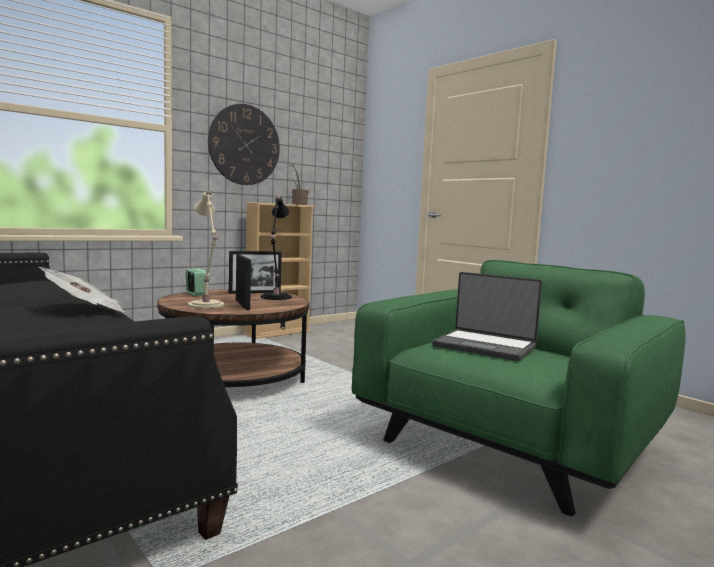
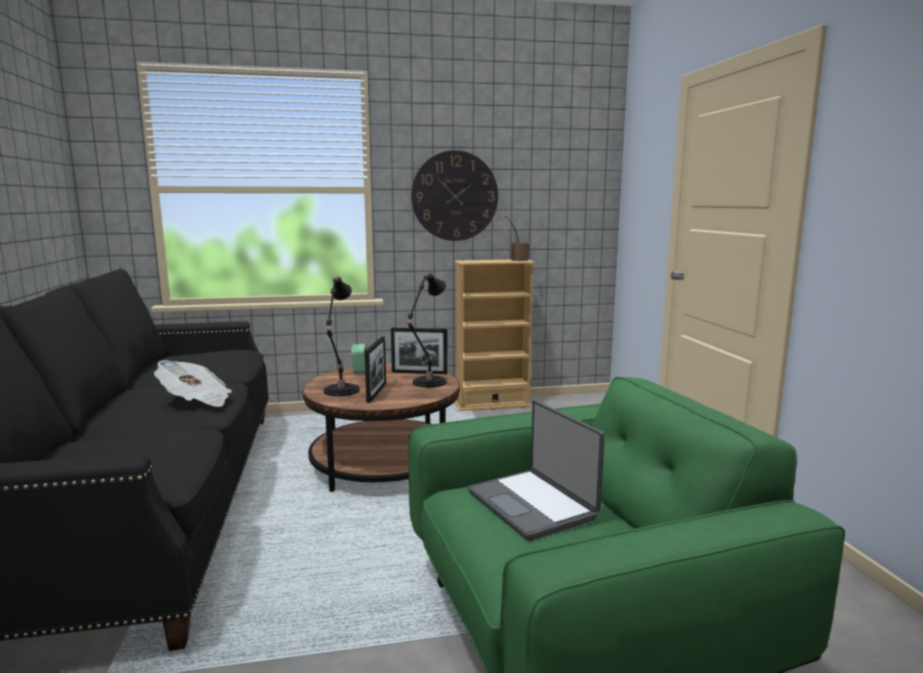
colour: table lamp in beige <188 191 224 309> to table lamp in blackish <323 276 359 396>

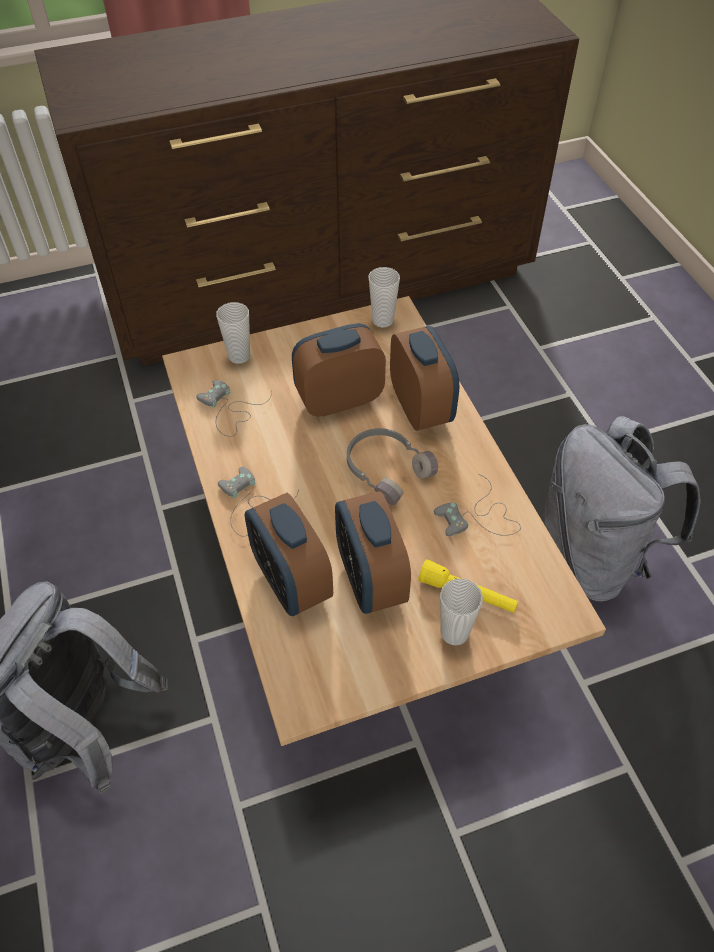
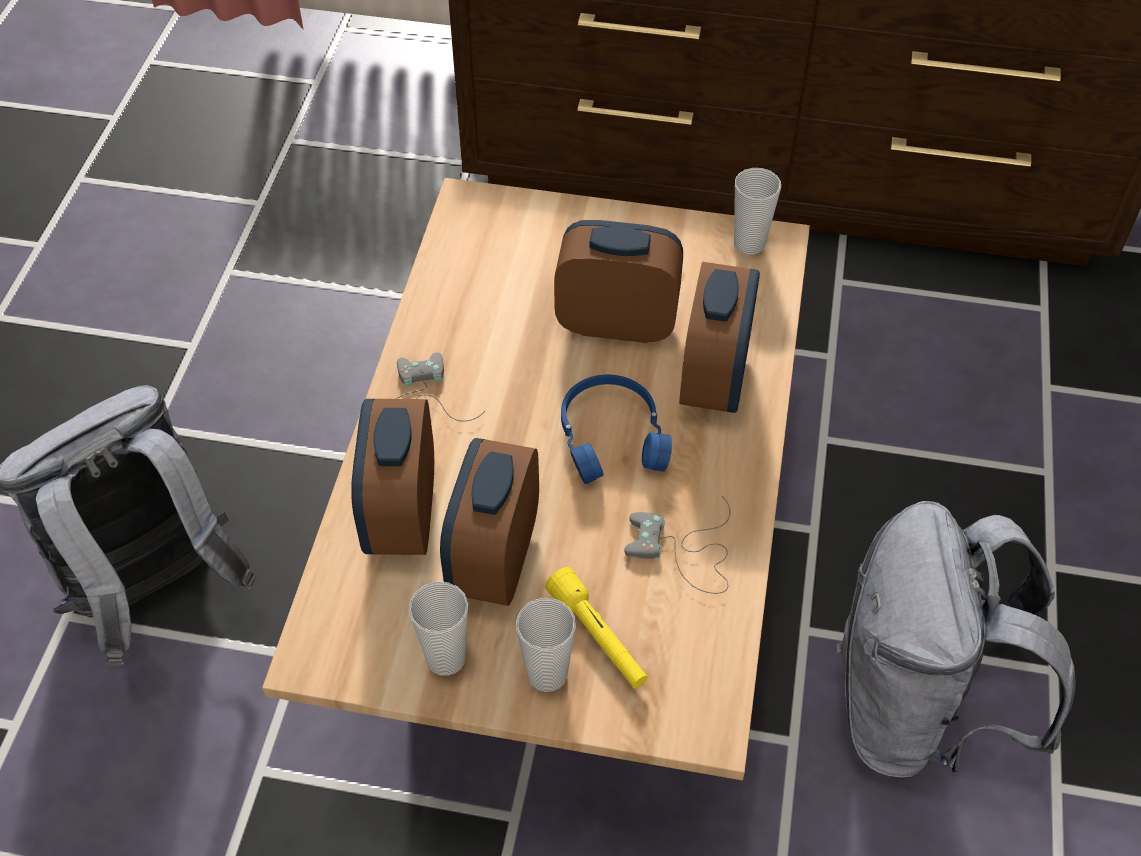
missing: game controller in gray <196 380 272 437>
relocated: cup <216 302 250 364> to <409 582 468 676>
colour: headset in gray <347 428 438 505> to headset in blue-coloured <561 374 672 484>

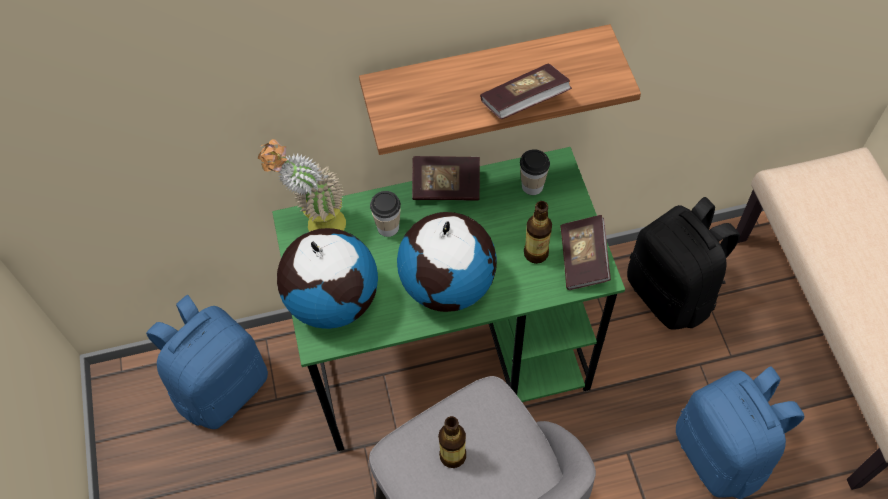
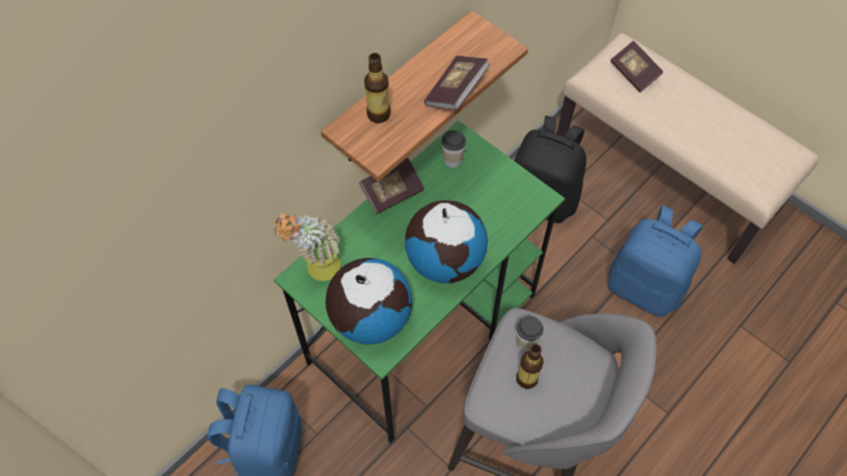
relocated: drink bottle <524 201 552 264> to <364 53 390 123>; cup <370 191 401 237> to <516 315 543 352>; bound book <560 215 611 290> to <611 41 663 93>

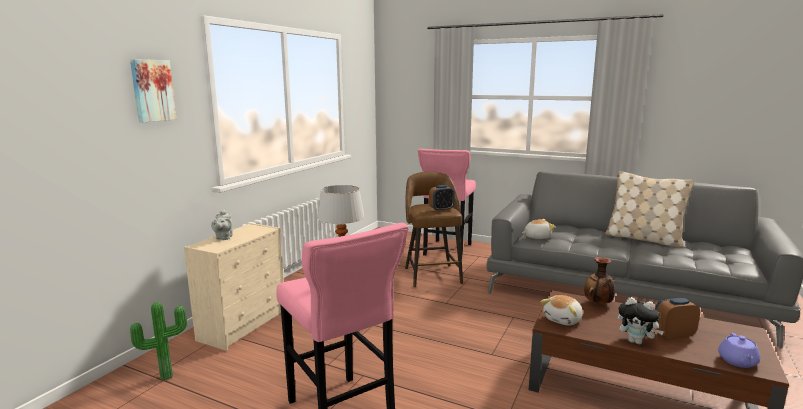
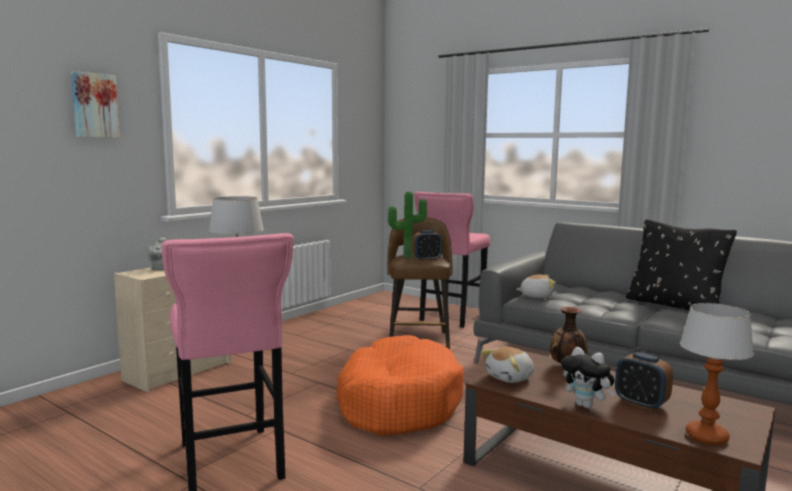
appeared: pet bed in orange <336 335 464 436>
relocated: potted plant <130 302 187 380> to <388 191 427 258>
exchanged: teapot in purple-coloured <718 333 760 368> to table lamp <680 303 754 445>
colour: cushion in beige <605 171 694 248> to cushion in blackish <626 219 737 311>
spun: table clock <655 298 700 340> = <615 352 673 411> 135 degrees counterclockwise

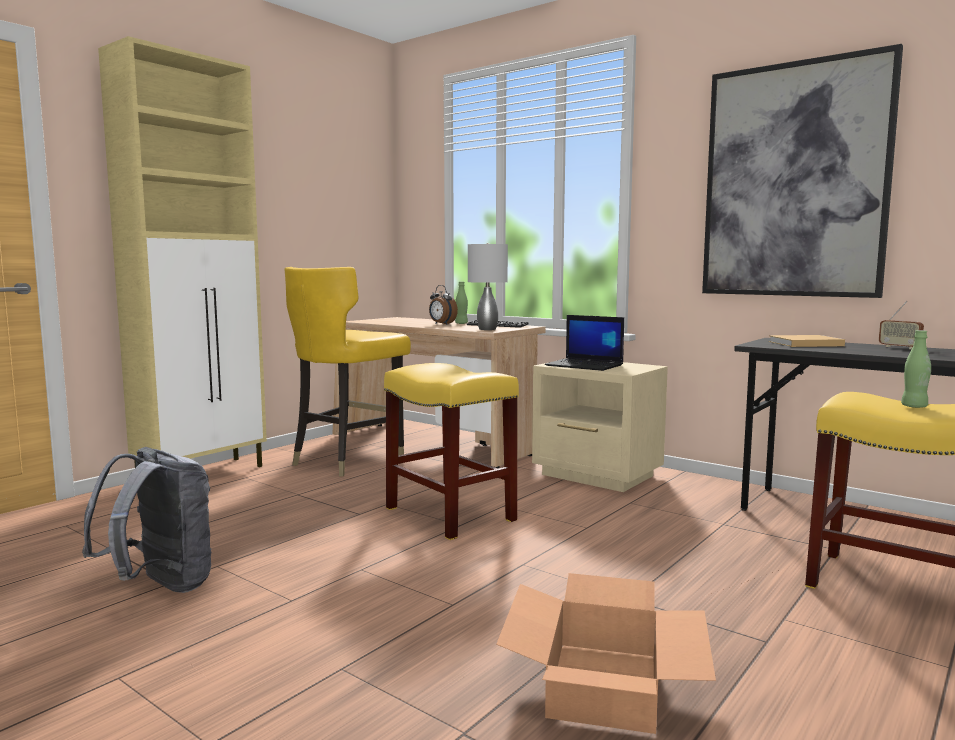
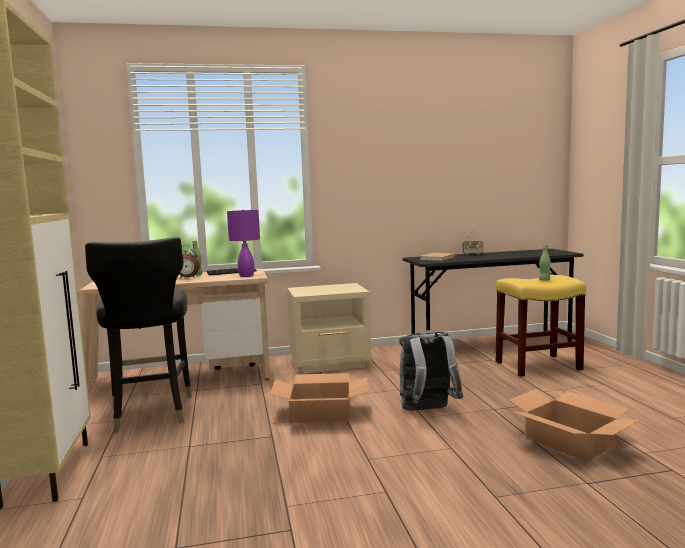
missing: portable computer <545 315 624 371>; picture <702 44 903 298>
relocated: rucksack in gray <82 447 212 593> to <399 330 464 411>
exchanged: sitting stool in yellow <384 363 519 540> to carton <270 373 368 423>
colour: chair in yellow <284 267 411 477> to chair in blackish <85 237 192 433>; table lamp in gray <468 243 508 330> to table lamp in purple-coloured <227 210 260 277>

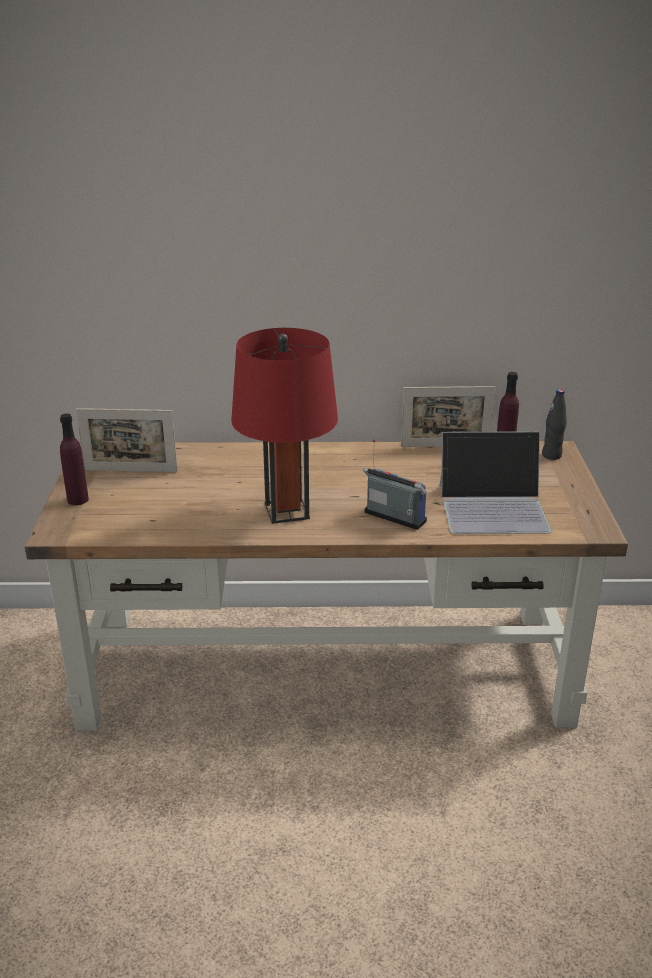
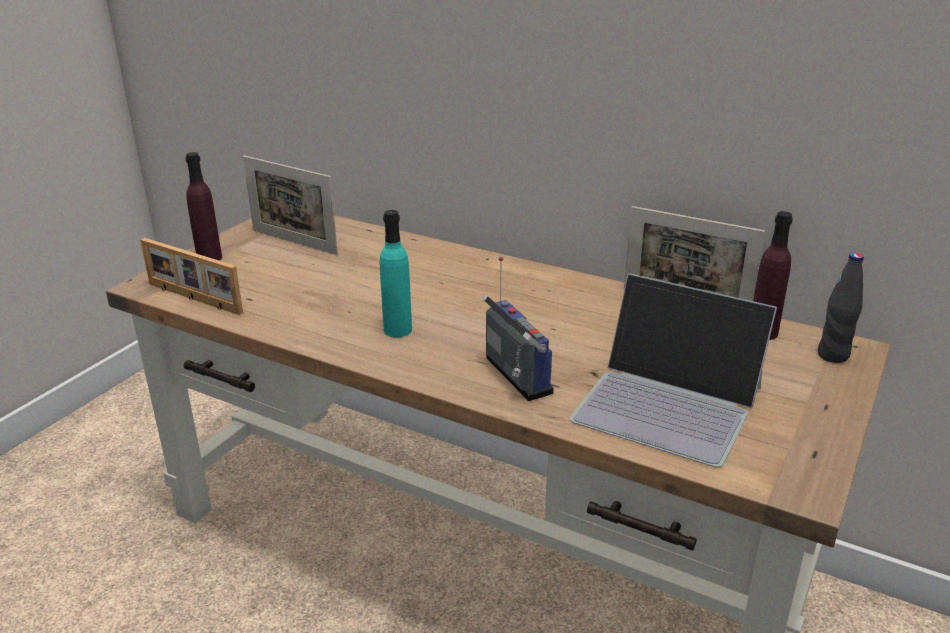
appeared: photo frame <140 238 243 315>
exchanged: table lamp in red <231 328 338 524> to drink bottle in turquoise <380 210 412 337>

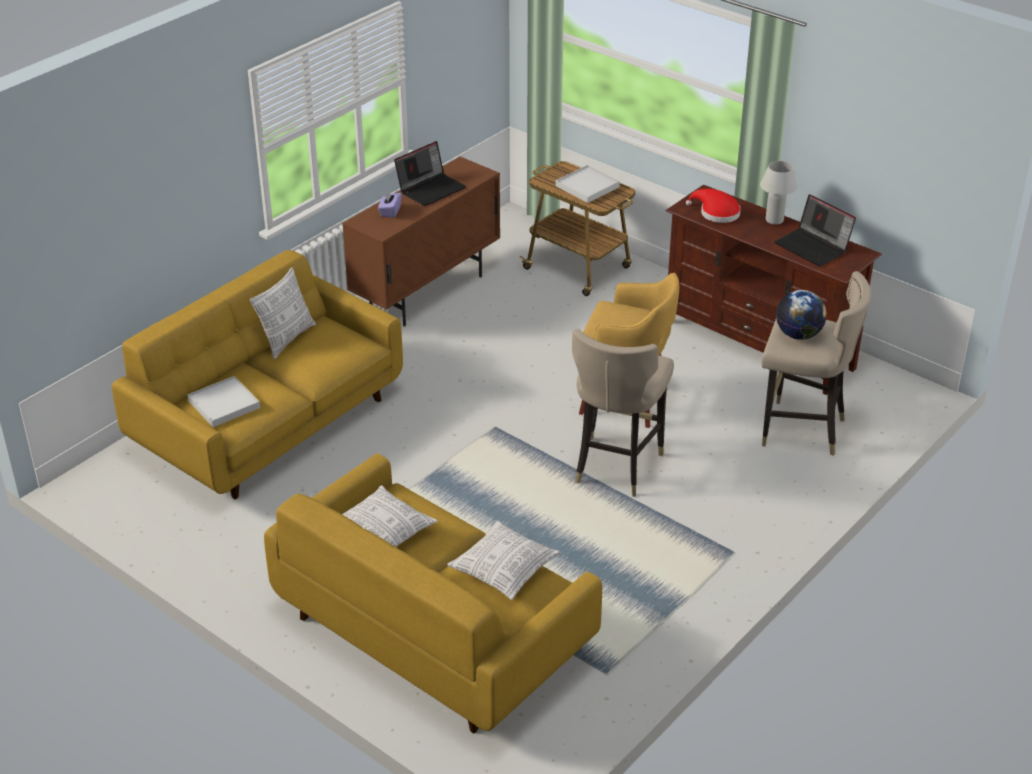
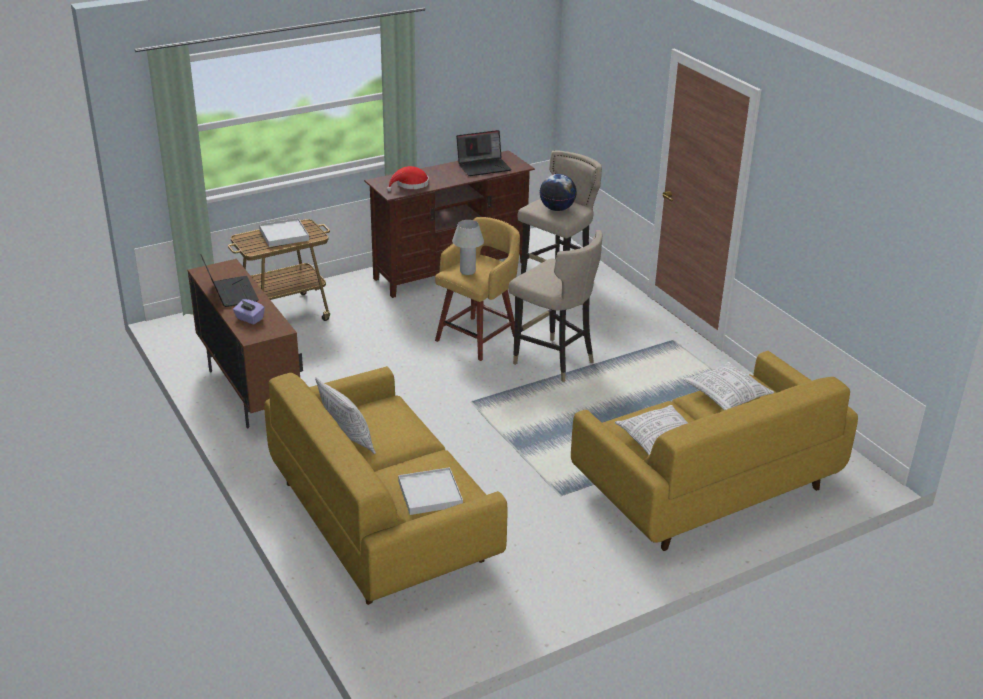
relocated: table lamp in white-coloured <760 161 797 225> to <452 220 484 275>

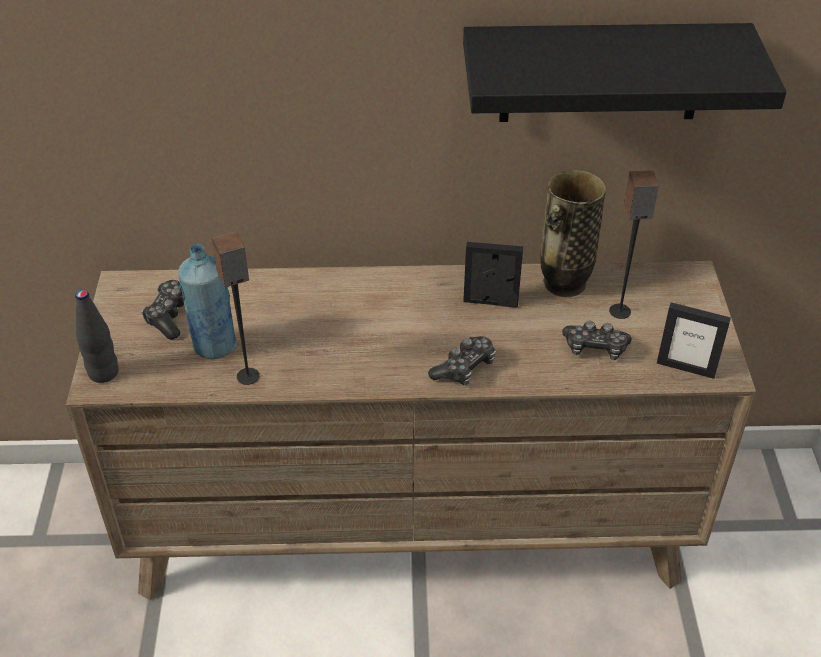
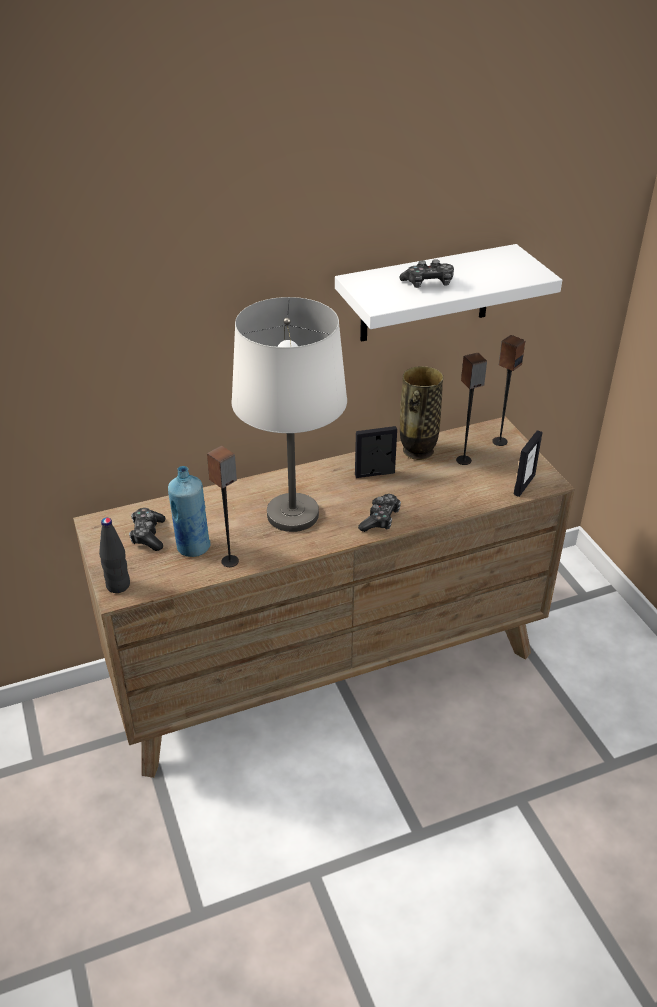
appeared: table lamp in white-coloured <231 297 347 532>; speaker <492 335 525 446>
relocated: game controller <562 321 632 360> to <399 259 454 288>
colour: bracket shelf in blackish <463 23 786 122> to bracket shelf in white-coloured <335 244 562 342>
spun: photo frame <657 302 731 379> = <514 430 543 497> 60 degrees counterclockwise

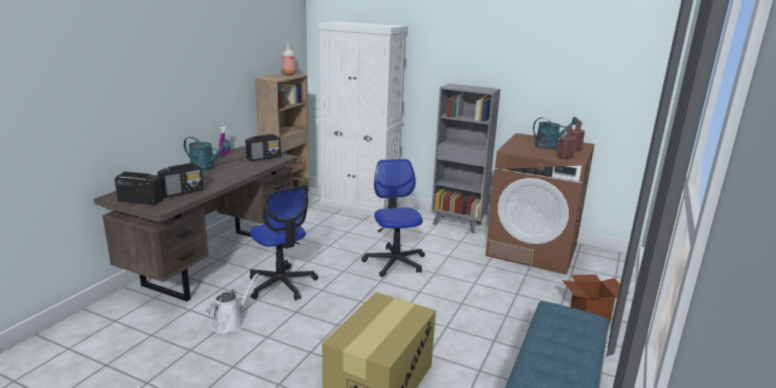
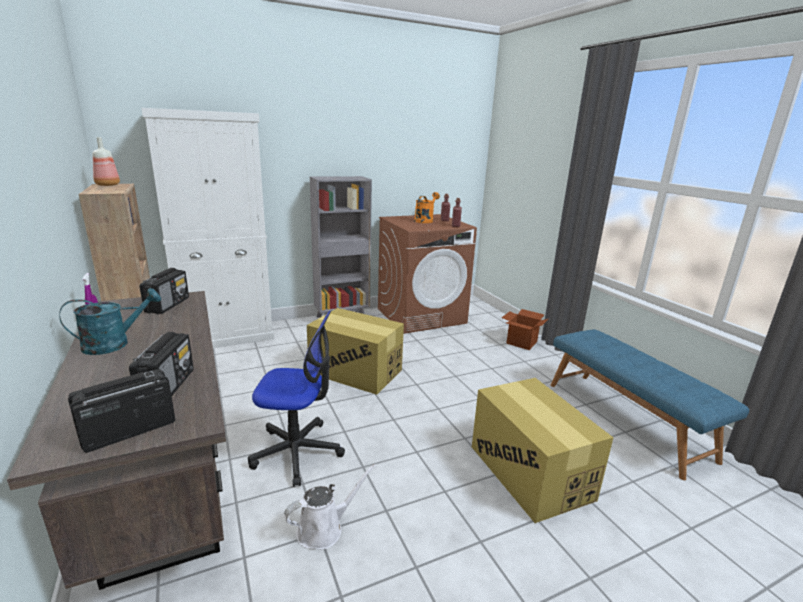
exchanged: office chair <361 159 425 277> to carton <307 308 404 395>
colour: sprinkling can in turquoise <533 117 578 149> to sprinkling can in orange <414 192 440 223>
spun: sprinkling can in white-coloured <206 273 258 334> = <284 464 376 549> 75 degrees clockwise

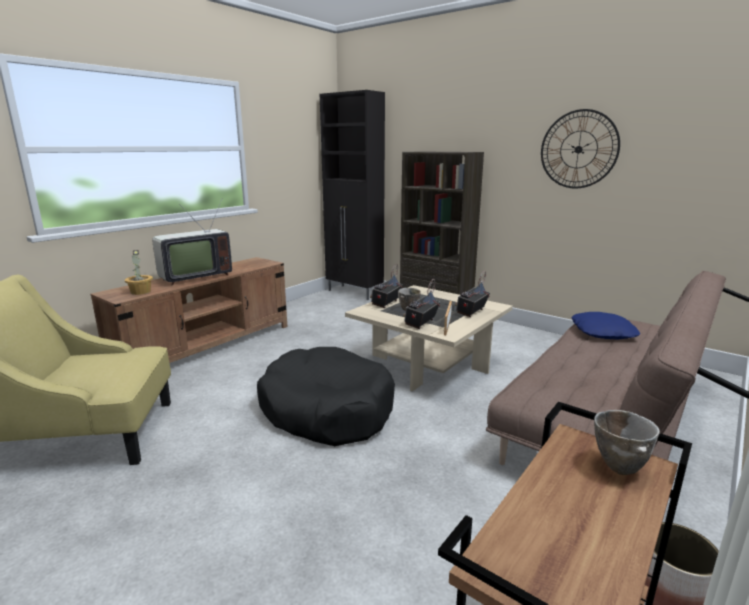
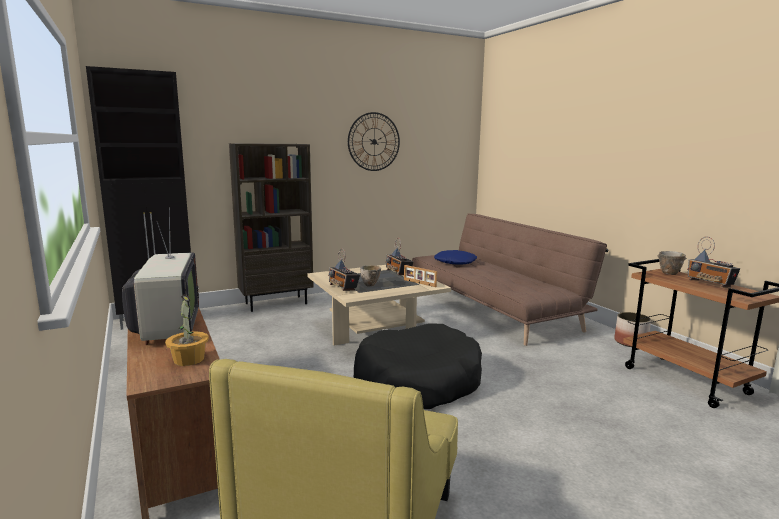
relocated: radio set <403 279 440 329> to <687 237 740 288>

